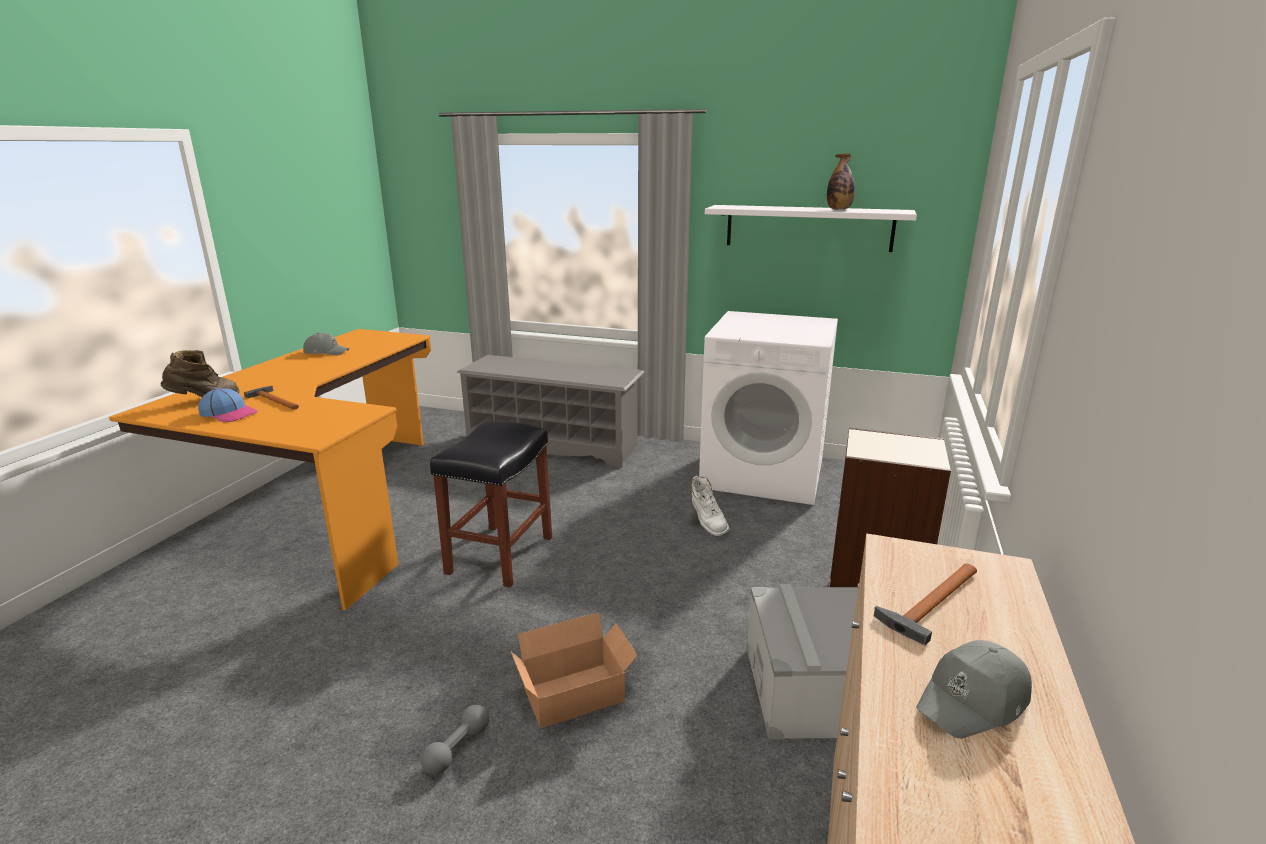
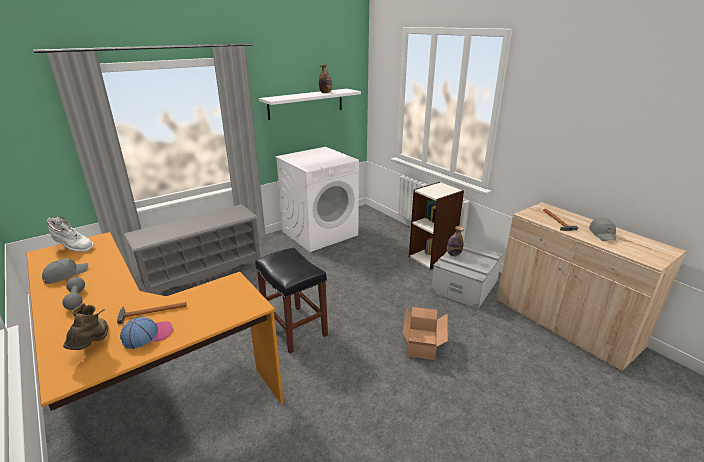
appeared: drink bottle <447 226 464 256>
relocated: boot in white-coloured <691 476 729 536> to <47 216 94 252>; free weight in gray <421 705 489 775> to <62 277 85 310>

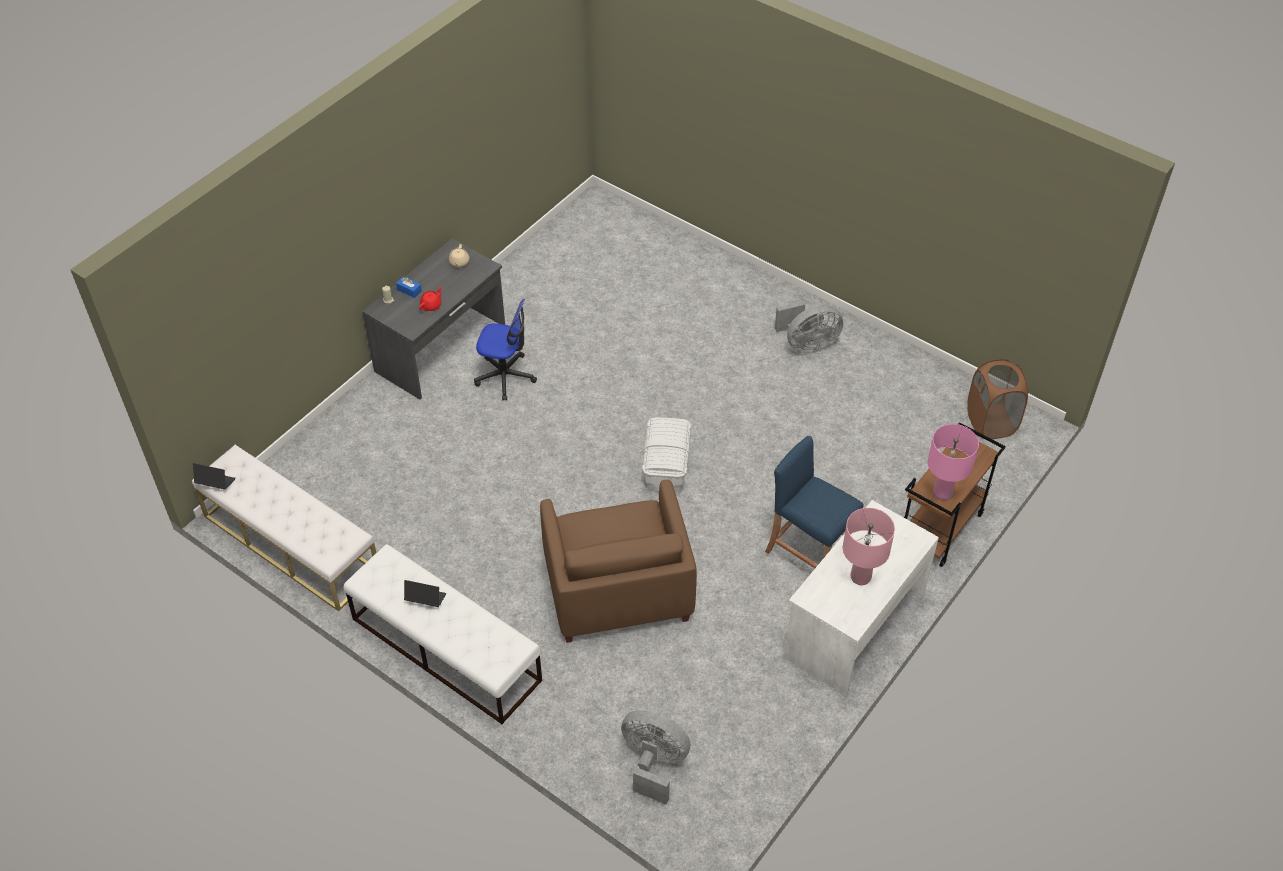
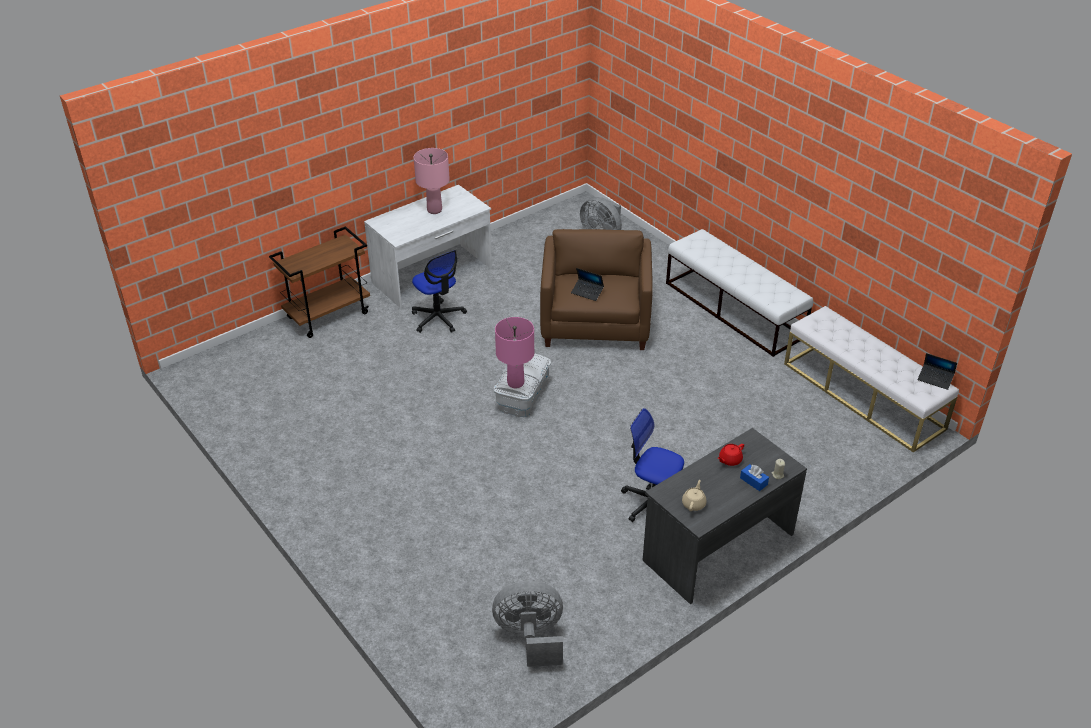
missing: hamper in brown <967 359 1028 439>
relocated: fan in gray <775 301 843 353> to <492 581 563 667>; table lamp in pinkish <928 424 979 500> to <495 317 534 388>; portable computer <404 580 446 607> to <571 268 604 301>
exchanged: sitting stool in blue-coloured <765 436 864 568> to office chair <412 250 467 333>

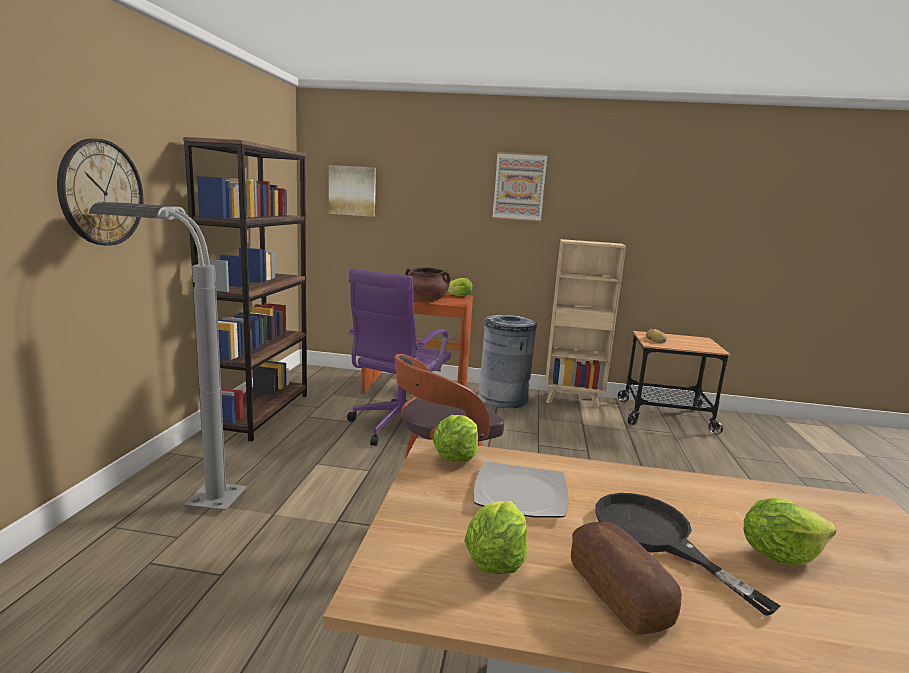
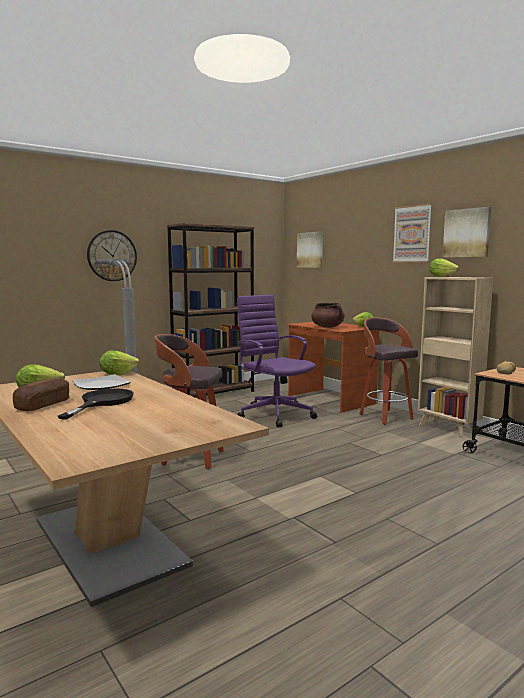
appeared: picture <443 207 491 257>
relocated: lettuce head <744 498 836 565> to <429 258 459 277>
exchanged: waste bin in gray <478 315 537 408> to sitting stool <360 318 418 425>
spun: office chair in purple-coloured <347 268 452 446> = <237 295 317 427> 75 degrees clockwise

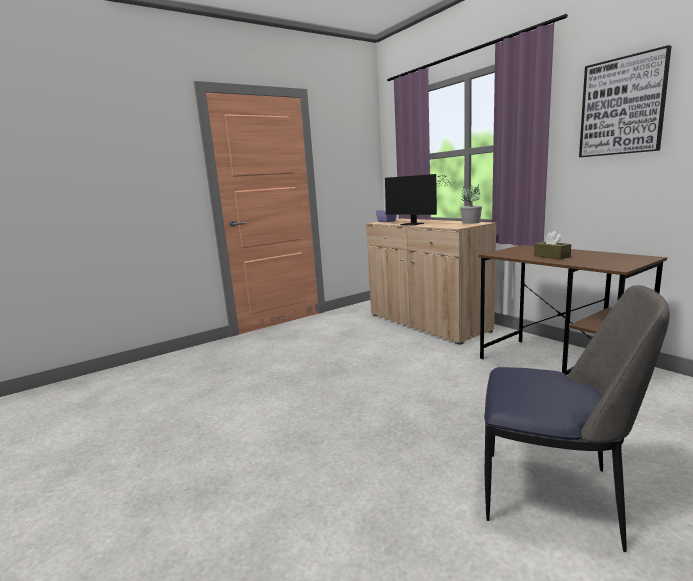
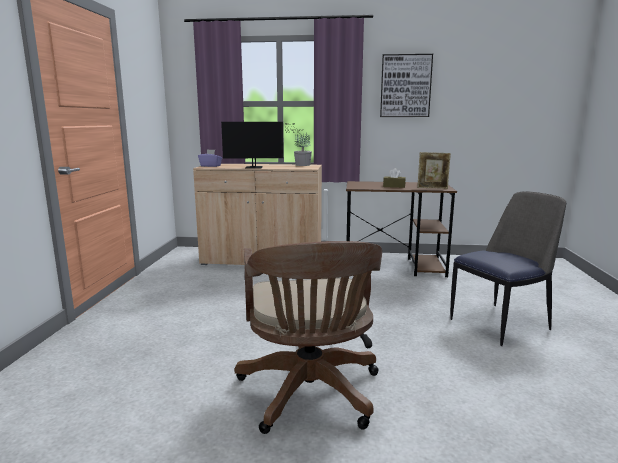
appeared: office chair in brown <235 241 382 434>; photo frame <417 152 451 189>

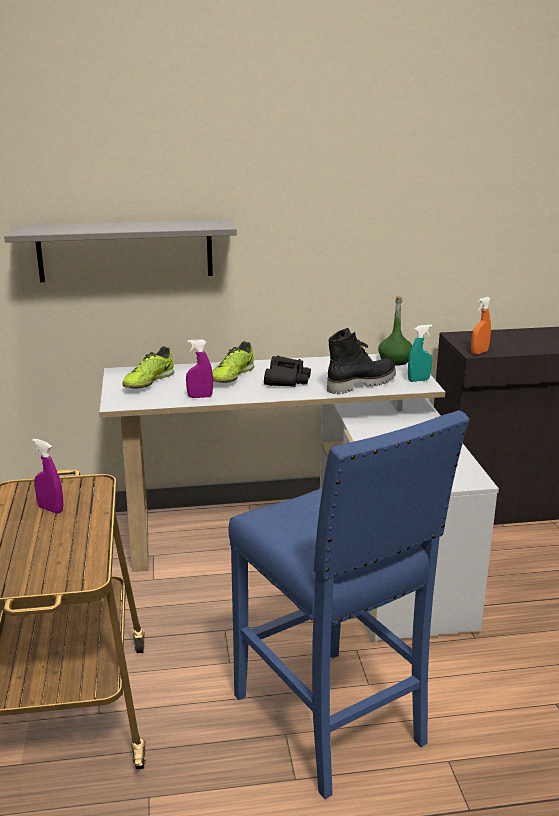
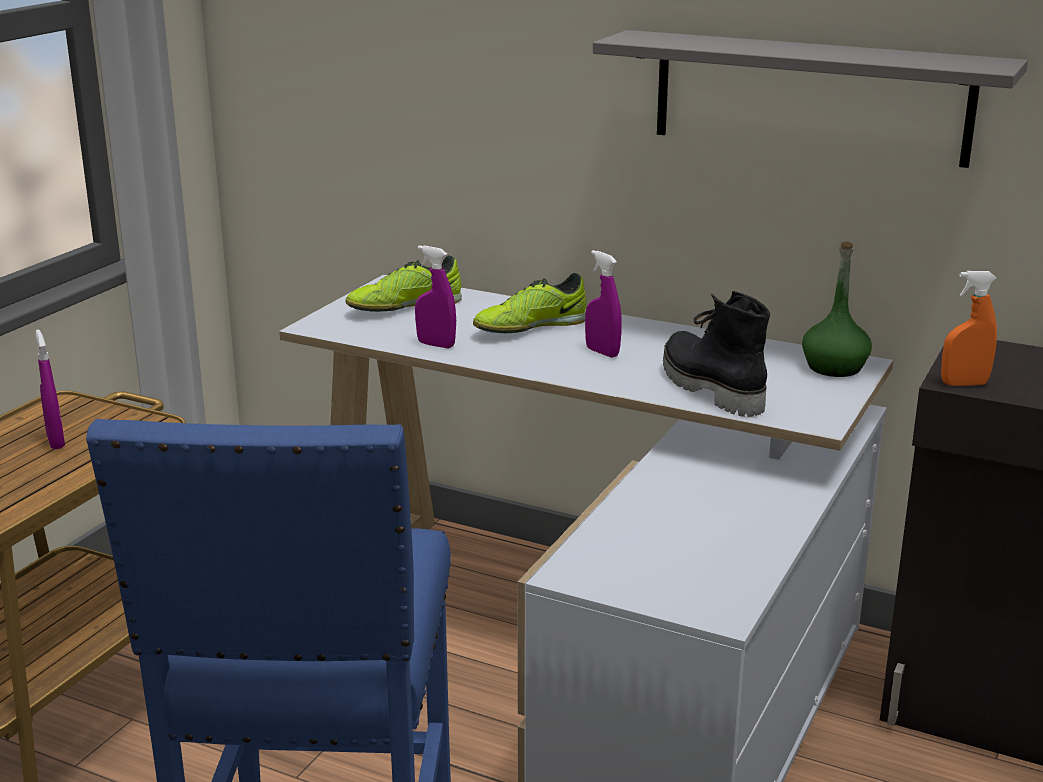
missing: hand sprayer in turquoise <408 325 432 382>
relocated: bracket shelf in gray <4 219 237 282> to <593 30 1028 168>
exchanged: binoculars in blackish <264 355 311 387> to hand sprayer in purple-coloured <585 250 622 358>
spun: boot in blackish <327 328 396 394> = <663 291 770 417> 120 degrees counterclockwise

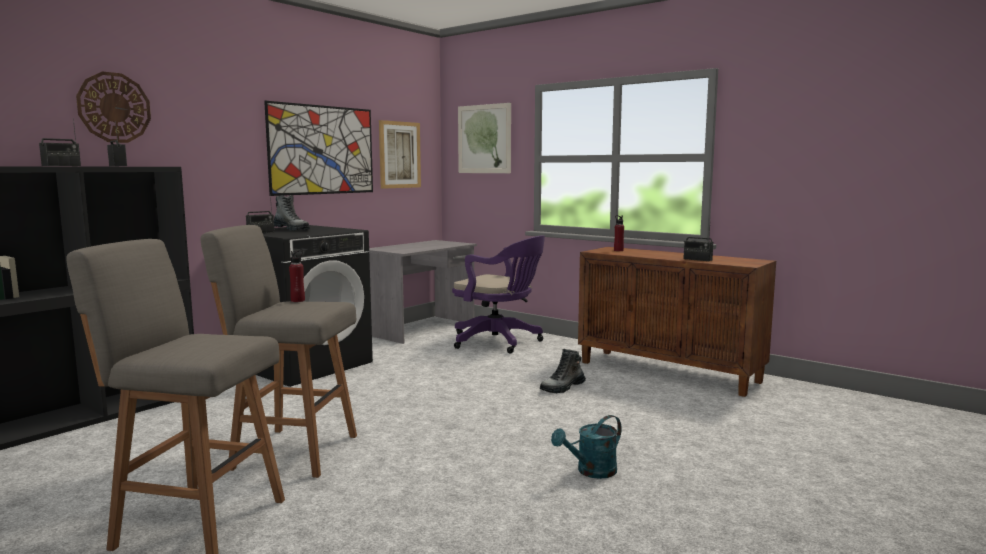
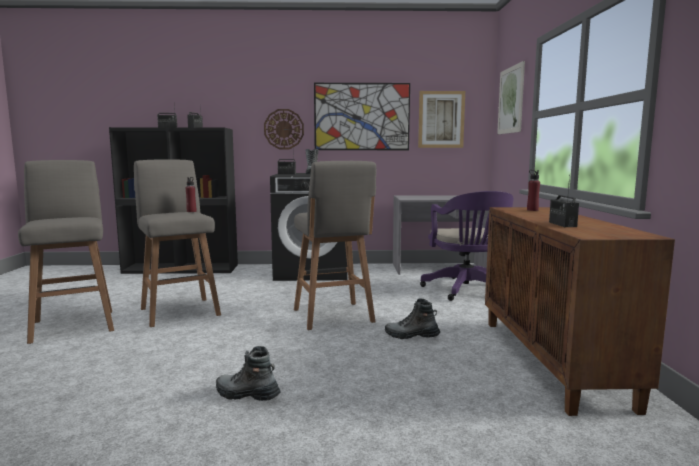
appeared: sitting stool in gray <294 161 376 330>
relocated: clock on the wall <76 71 151 143> to <264 109 304 149>
exchanged: sprinkling can in turquoise <551 415 622 479> to boot <216 346 281 401>

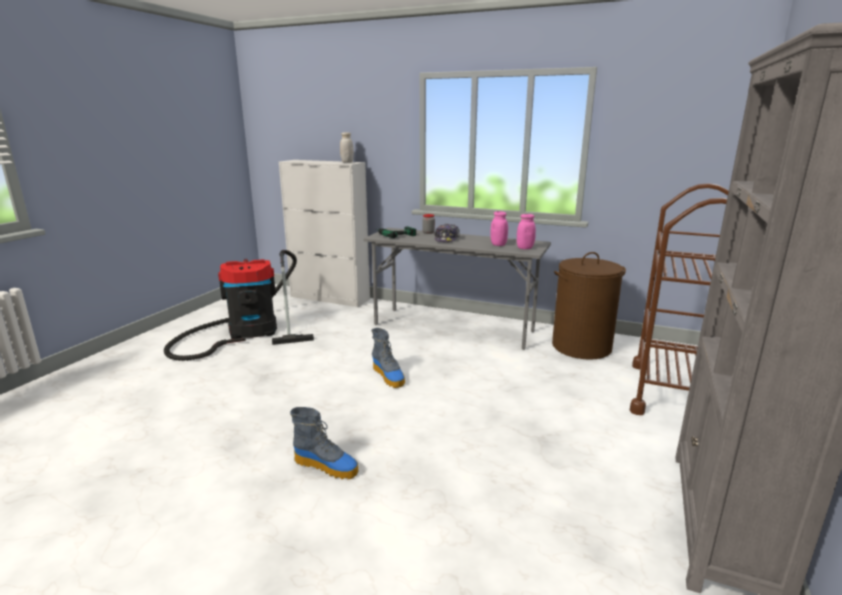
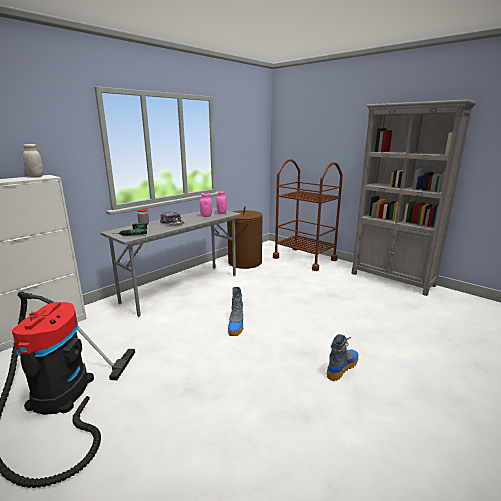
spun: boot <371 328 405 388> = <228 287 243 336> 105 degrees clockwise

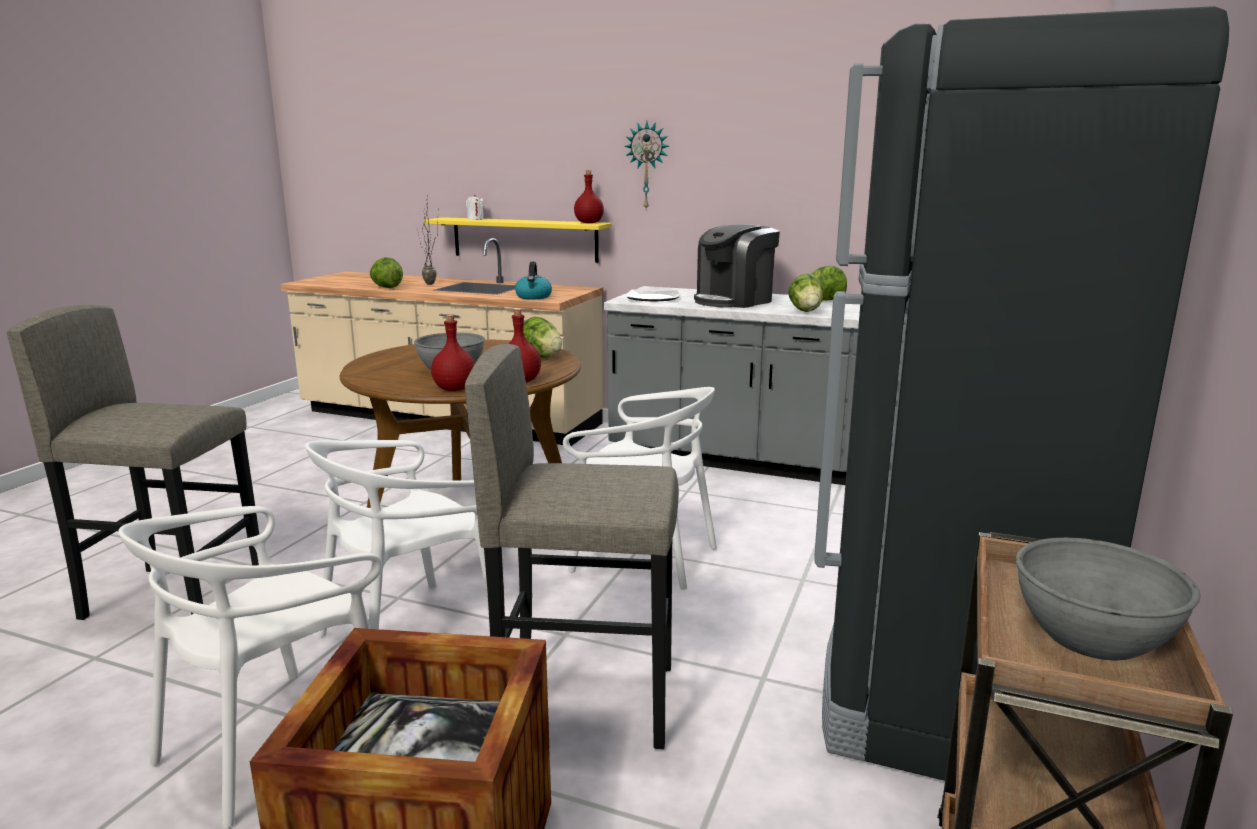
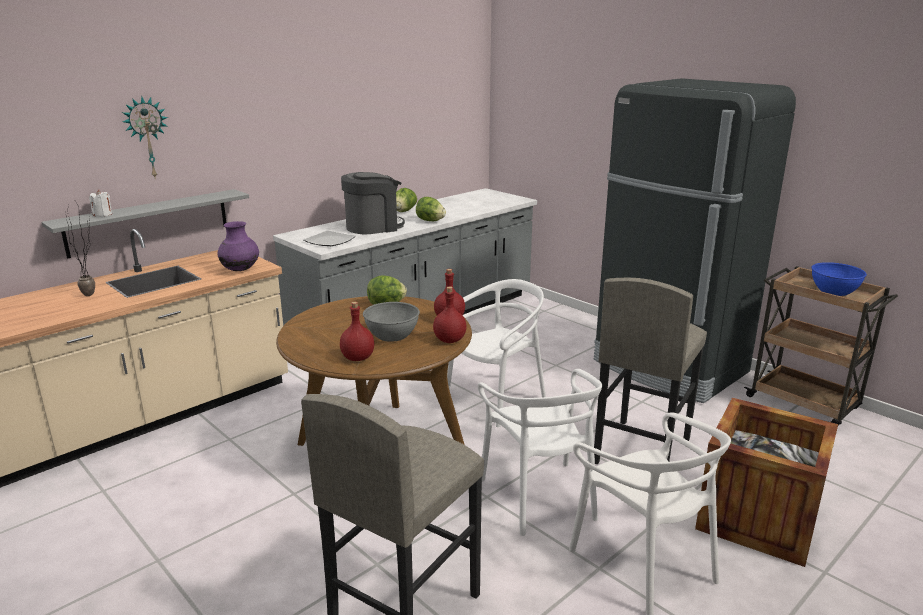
missing: lettuce head <370 257 403 288>
relocated: clock on the wall <624 121 669 209> to <122 97 168 177>; drink bottle in red <574 170 604 223> to <340 302 374 361>
exchanged: tea kettle <515 262 552 299> to flower vase in purple-coloured <218 221 259 271>
colour: bracket shelf in yellow <425 217 612 263> to bracket shelf in gray <41 189 249 259>; bowl in gray <1016 538 1201 660> to bowl in blue-coloured <811 262 867 296>
spun: coffee maker <694 224 780 308> = <341 172 405 234> 105 degrees counterclockwise

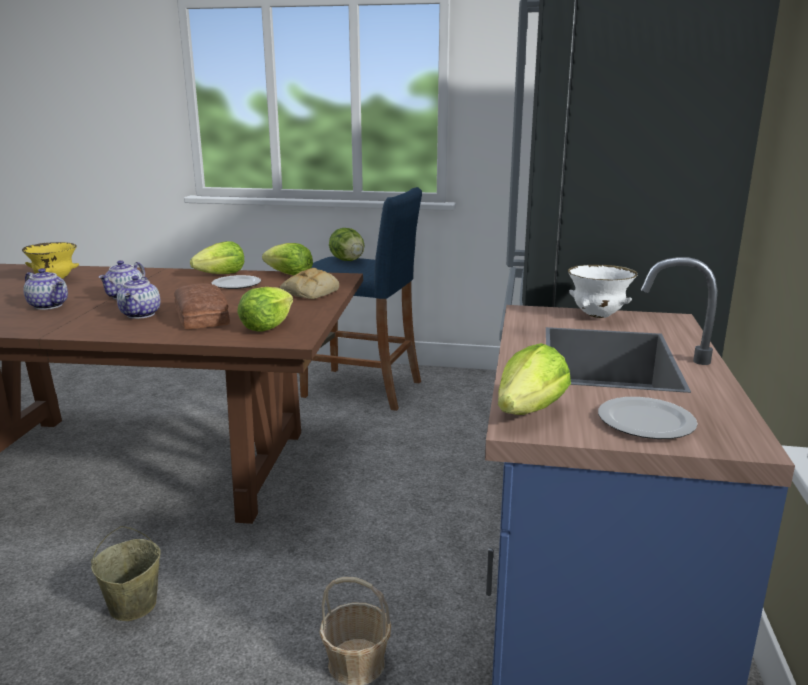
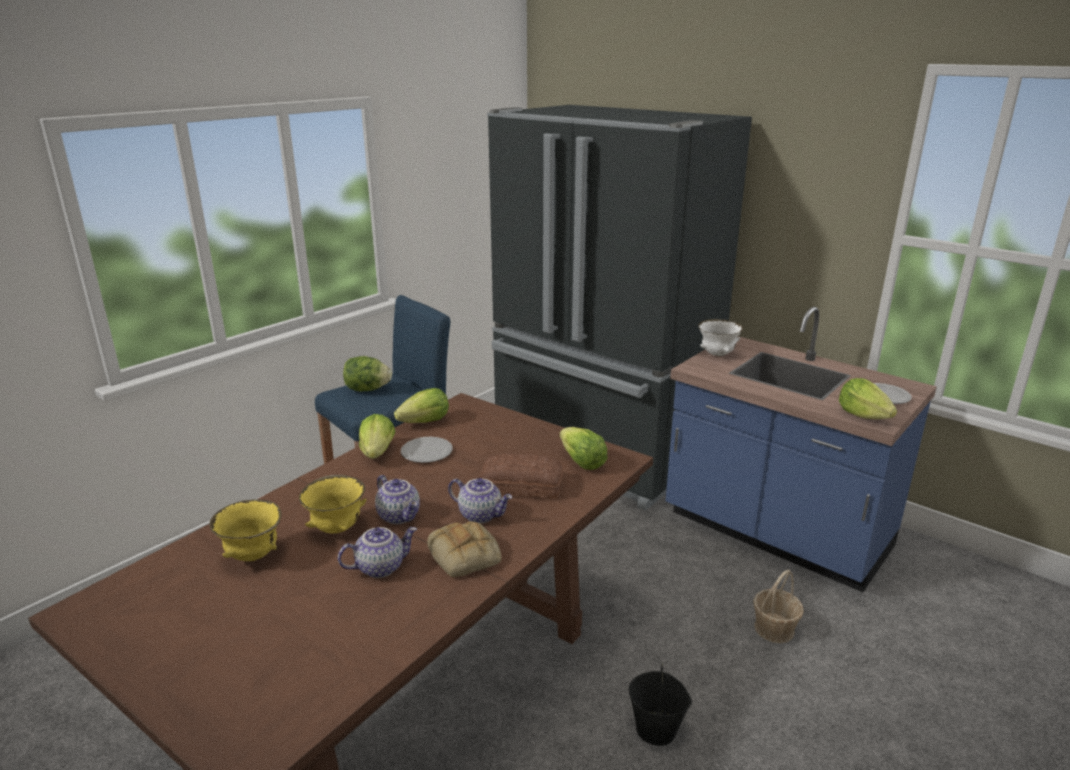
appeared: bowl in yellow <299 475 367 534>
relocated: bakery bread <280 268 339 299> to <427 521 501 578>
colour: bucket in beige <91 526 161 621> to bucket in blackish <628 663 692 746>

